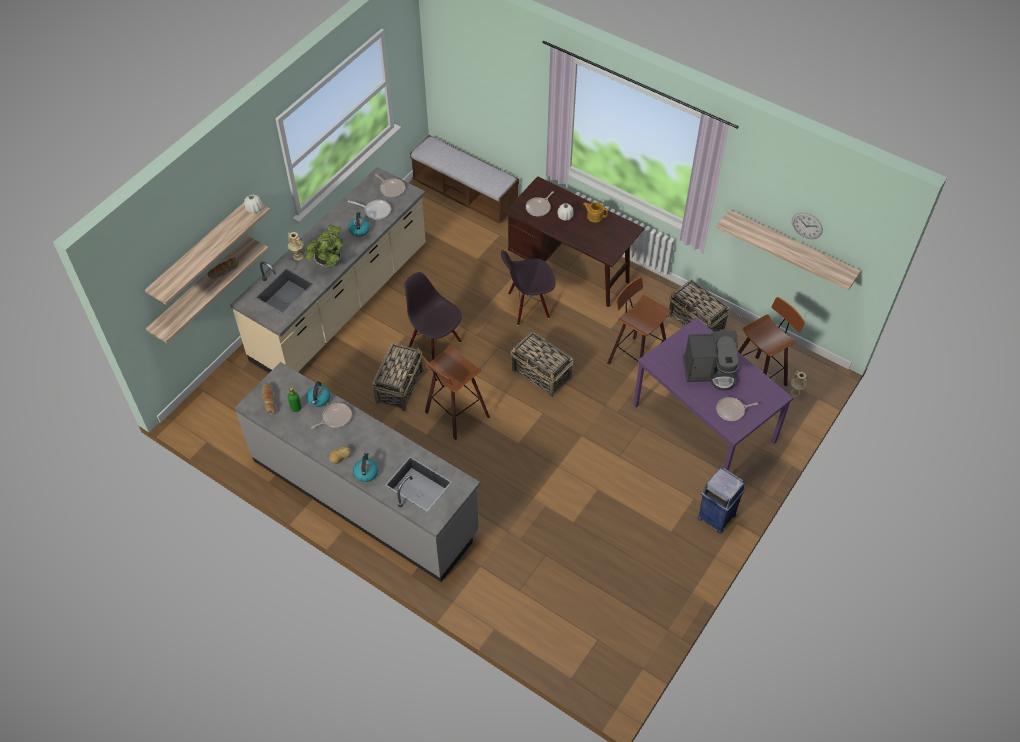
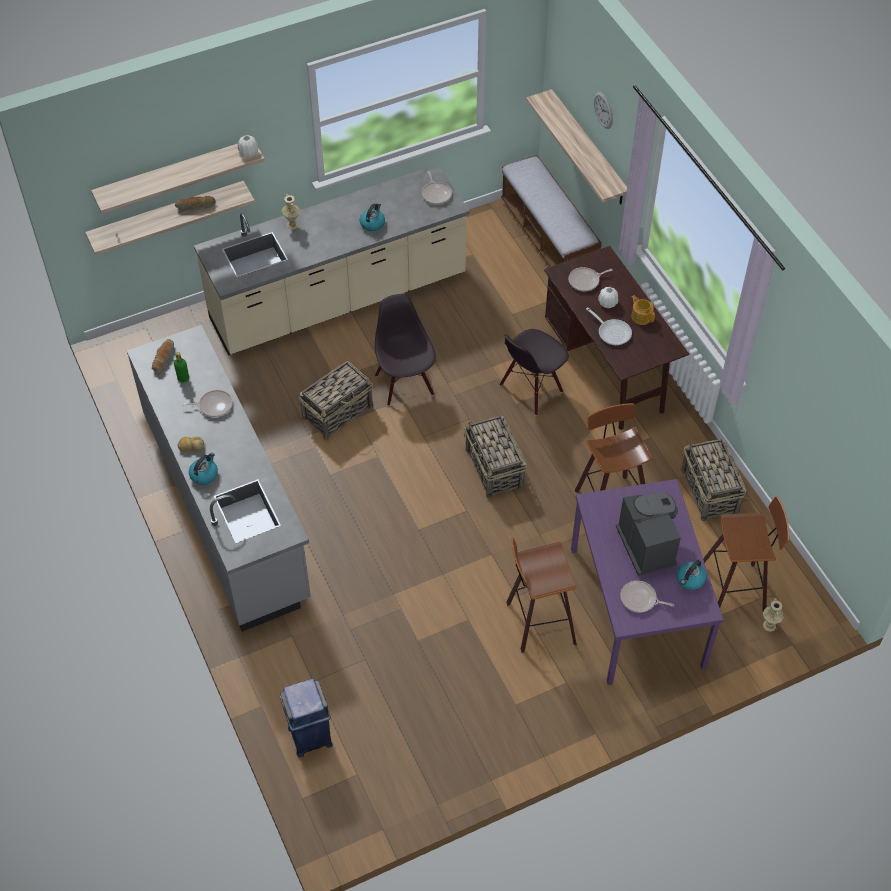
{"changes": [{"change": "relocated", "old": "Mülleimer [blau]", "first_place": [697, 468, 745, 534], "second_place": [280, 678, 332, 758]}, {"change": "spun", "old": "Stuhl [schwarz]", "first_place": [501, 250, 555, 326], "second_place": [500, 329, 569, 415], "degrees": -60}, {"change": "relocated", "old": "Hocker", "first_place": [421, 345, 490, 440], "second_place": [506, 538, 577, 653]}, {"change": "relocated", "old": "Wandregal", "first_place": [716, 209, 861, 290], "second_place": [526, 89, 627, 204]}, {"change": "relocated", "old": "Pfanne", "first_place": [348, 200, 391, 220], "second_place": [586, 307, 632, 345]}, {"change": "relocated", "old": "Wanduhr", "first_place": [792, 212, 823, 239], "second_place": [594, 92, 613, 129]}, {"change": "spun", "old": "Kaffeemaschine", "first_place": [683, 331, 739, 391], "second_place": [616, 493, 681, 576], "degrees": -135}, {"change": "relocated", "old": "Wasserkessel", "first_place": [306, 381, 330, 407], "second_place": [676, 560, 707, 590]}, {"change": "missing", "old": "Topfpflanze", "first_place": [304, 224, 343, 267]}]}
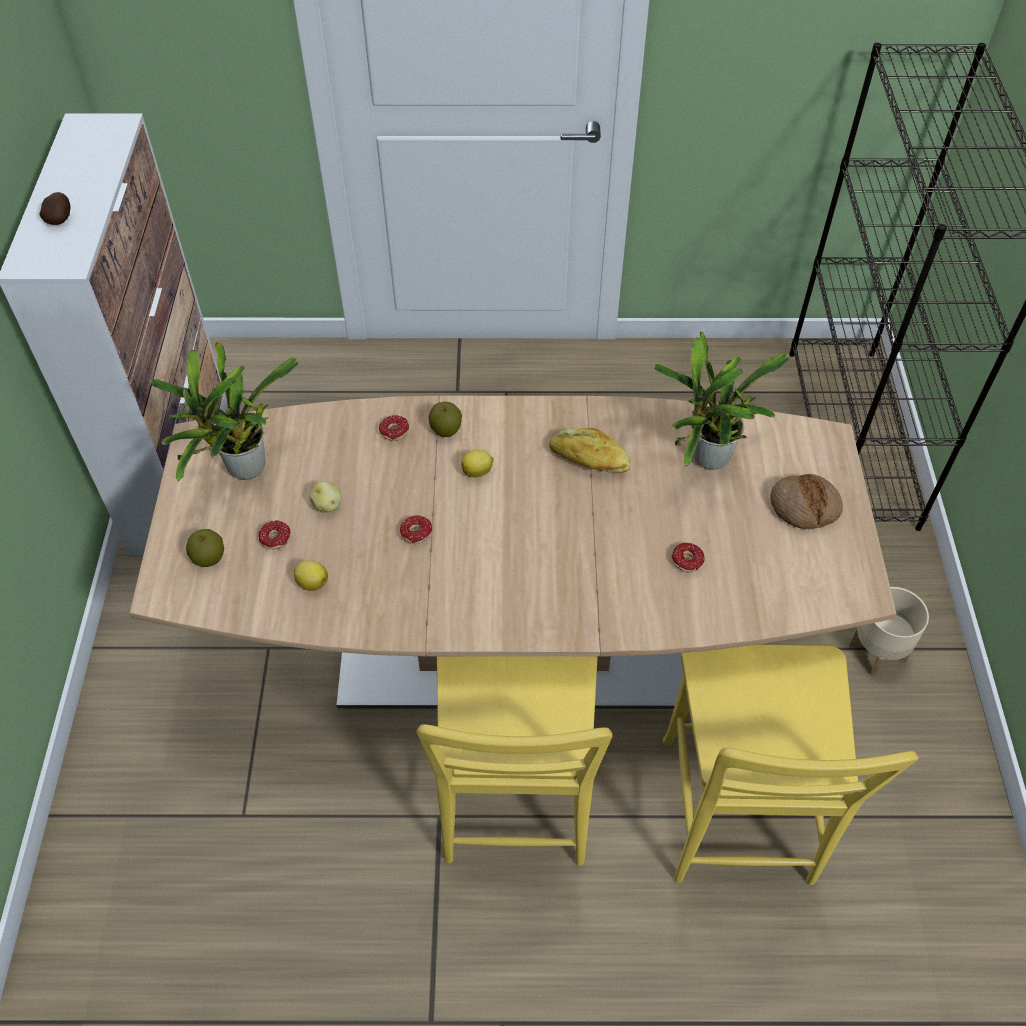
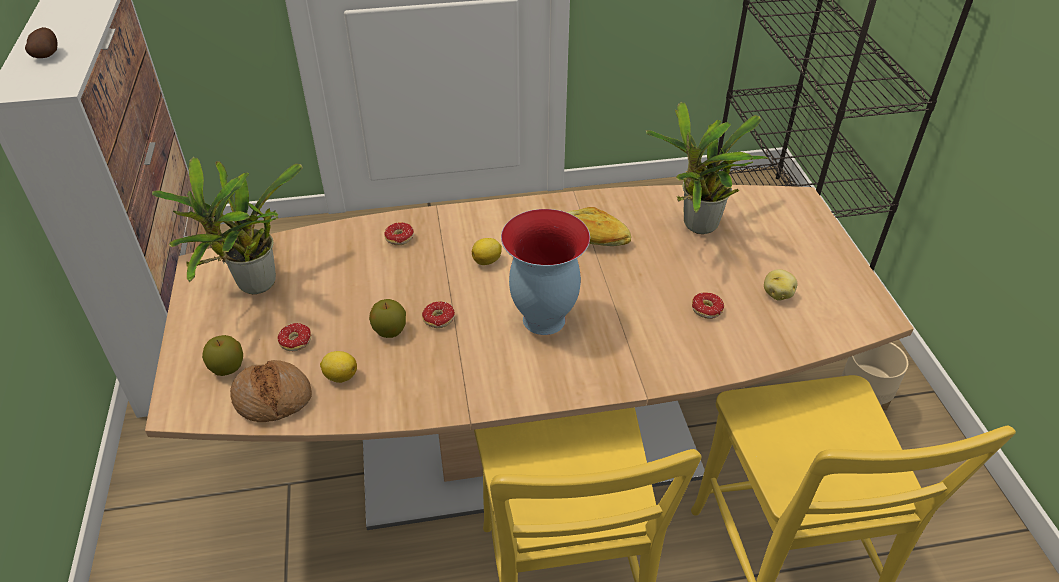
{"changes": [{"change": "relocated", "old": "Brot", "first_place": [770, 474, 843, 529], "second_place": [230, 360, 312, 422]}, {"change": "relocated", "old": "Apfel", "first_place": [428, 402, 462, 437], "second_place": [369, 299, 406, 338]}, {"change": "appeared", "new": "Vase", "second_place": [501, 209, 590, 335]}, {"change": "relocated", "old": "Kartoffel", "first_place": [309, 481, 342, 513], "second_place": [764, 269, 797, 301]}]}
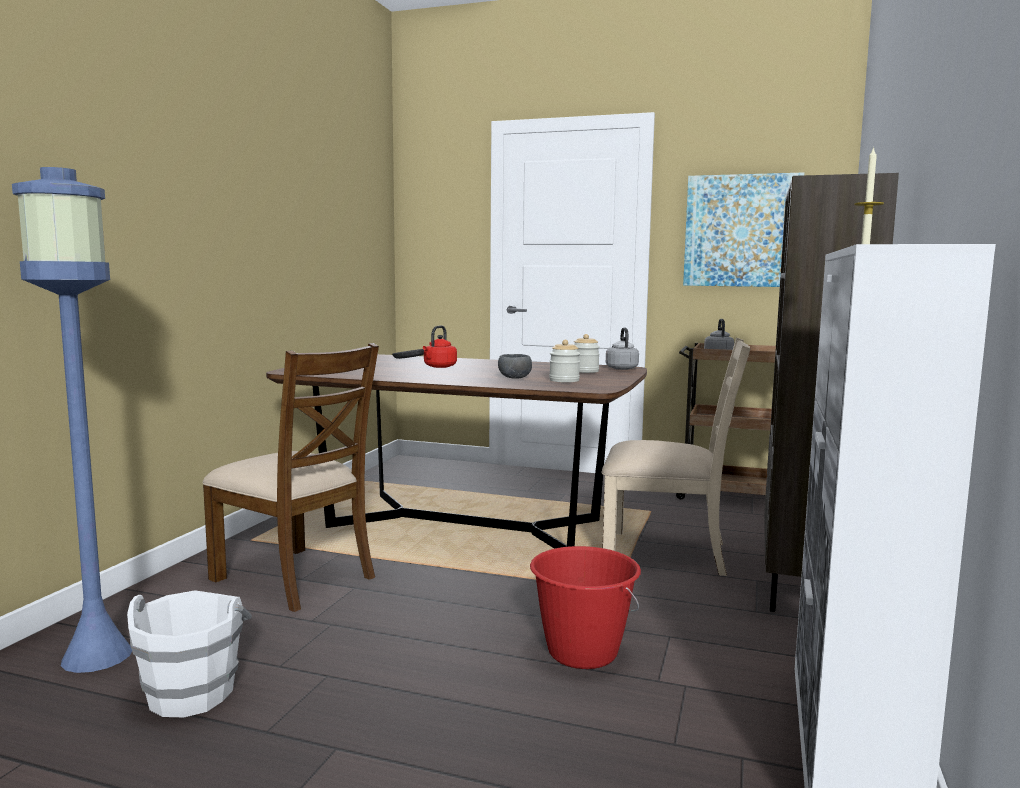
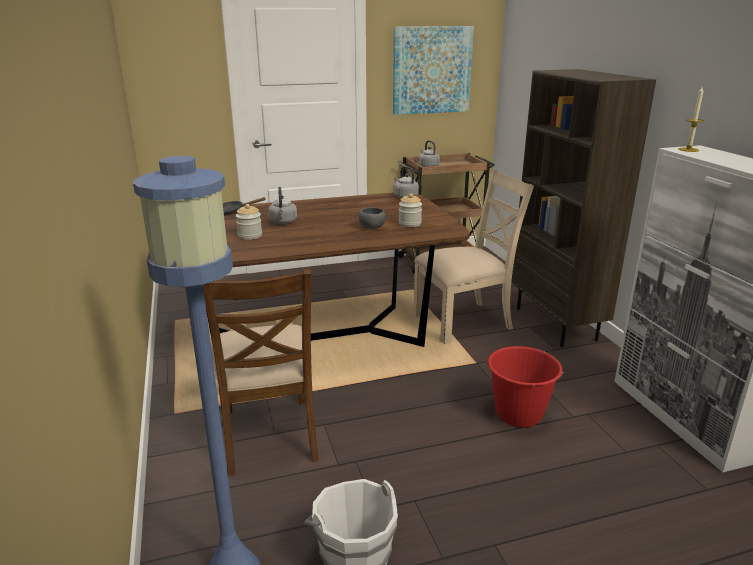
{"changes": [{"change": "spun", "old": "Stuhl [braun]", "first_place": [203, 343, 379, 612], "second_place": [203, 268, 319, 476], "degrees": 75}, {"change": "relocated", "old": "Vorratsglas", "first_place": [574, 334, 600, 373], "second_place": [236, 204, 262, 240]}, {"change": "colour", "old": "Wasserkessel [rot]", "new": "Wasserkessel [grau]", "first_place": [423, 325, 457, 368], "second_place": [268, 187, 297, 224]}]}
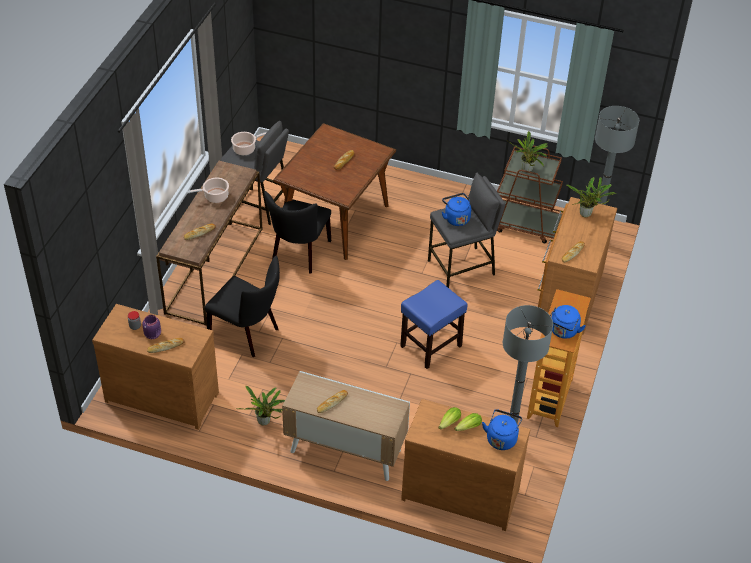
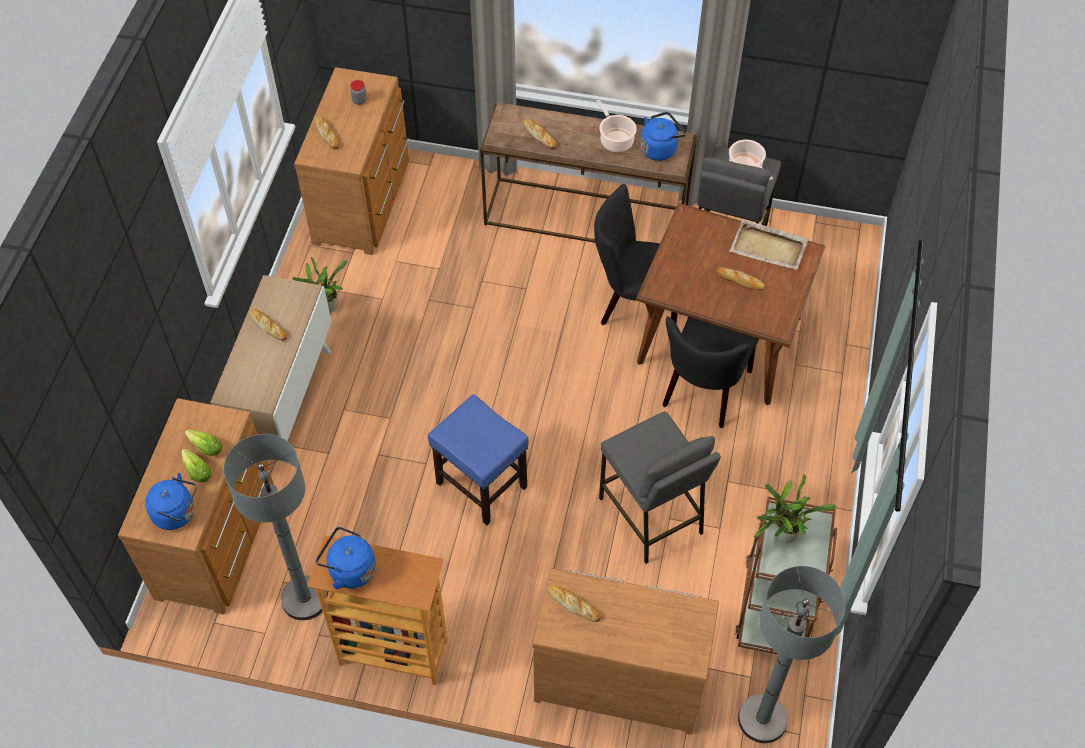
{"changes": [{"change": "relocated", "old": "Wasserkessel [blau]", "first_place": [442, 193, 471, 226], "second_place": [640, 112, 686, 161]}, {"change": "relocated", "old": "Stuhl [schwarz]", "first_place": [204, 256, 280, 357], "second_place": [662, 316, 759, 428]}, {"change": "appeared", "new": "Tablett [beige]", "second_place": [729, 220, 809, 270]}, {"change": "missing", "old": "Vorratsglas [lila]", "first_place": [142, 315, 161, 339]}, {"change": "missing", "old": "Topfpflanze", "first_place": [567, 177, 617, 217]}]}
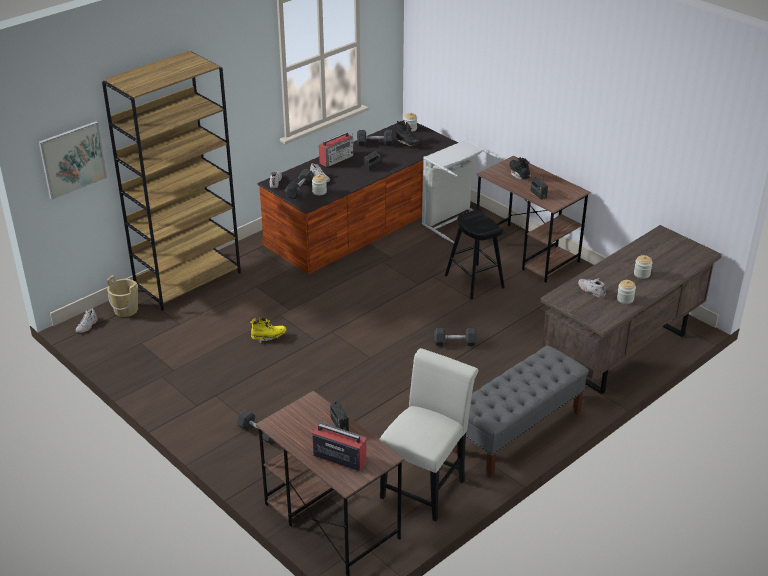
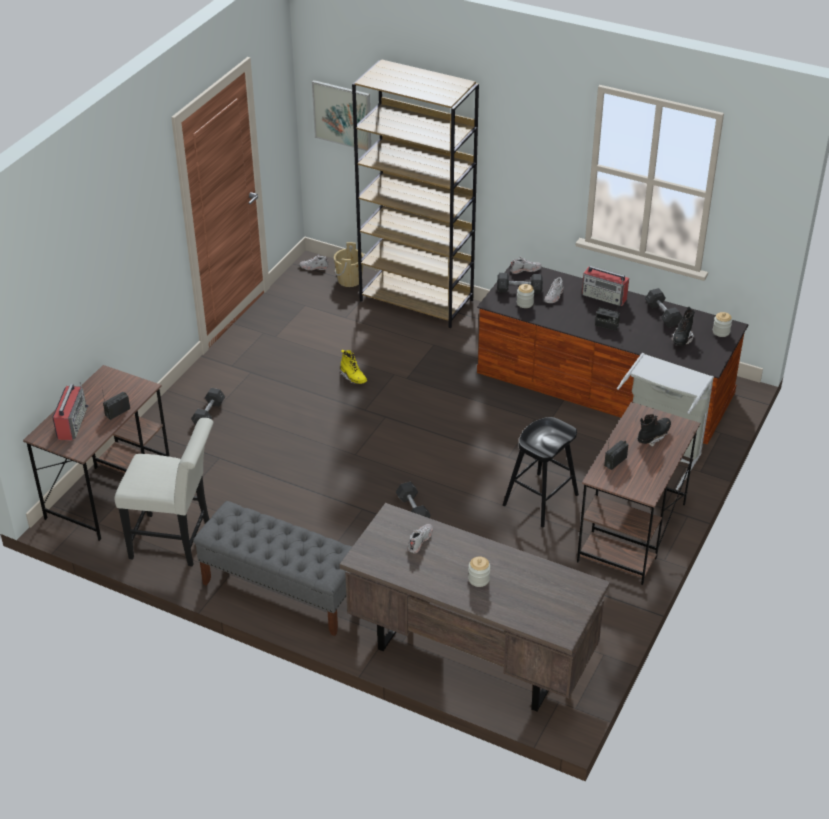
{"changes": [{"change": "missing", "old": "Vorratsglas", "first_place": [617, 280, 636, 304]}]}
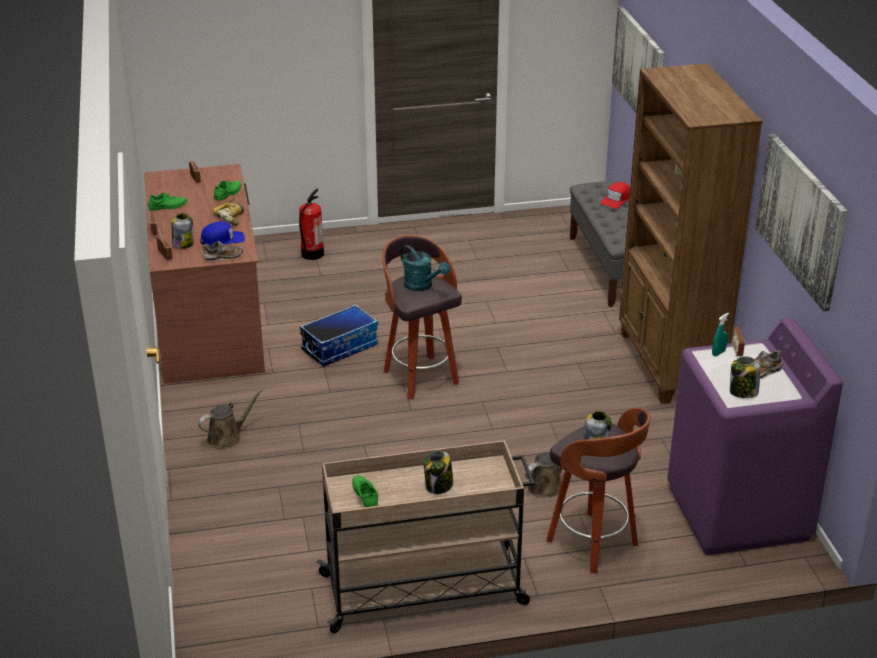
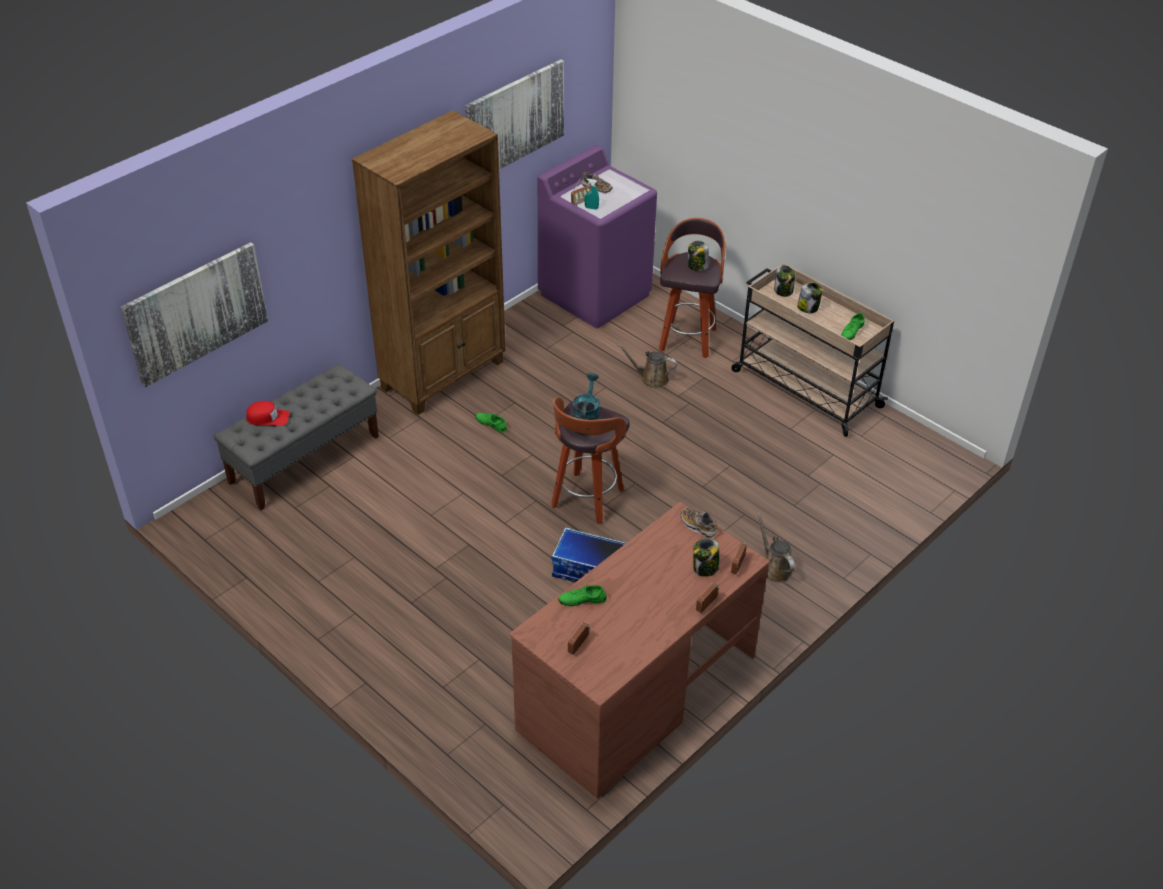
{"changes": [{"change": "relocated", "old": "Schuh [grün]", "first_place": [148, 192, 187, 210], "second_place": [476, 413, 507, 433]}, {"change": "spun", "old": "Gießkanne [braun]", "first_place": [198, 388, 264, 448], "second_place": [757, 512, 795, 583], "degrees": 45}, {"change": "relocated", "old": "Vorratsglas", "first_place": [730, 356, 760, 398], "second_place": [774, 265, 795, 297]}, {"change": "missing", "old": "Kappe [blau]", "first_place": [201, 221, 245, 245]}, {"change": "missing", "old": "Bohrmaschine", "first_place": [213, 198, 250, 226]}, {"change": "missing", "old": "Feuerlöscher", "first_place": [299, 189, 324, 260]}]}
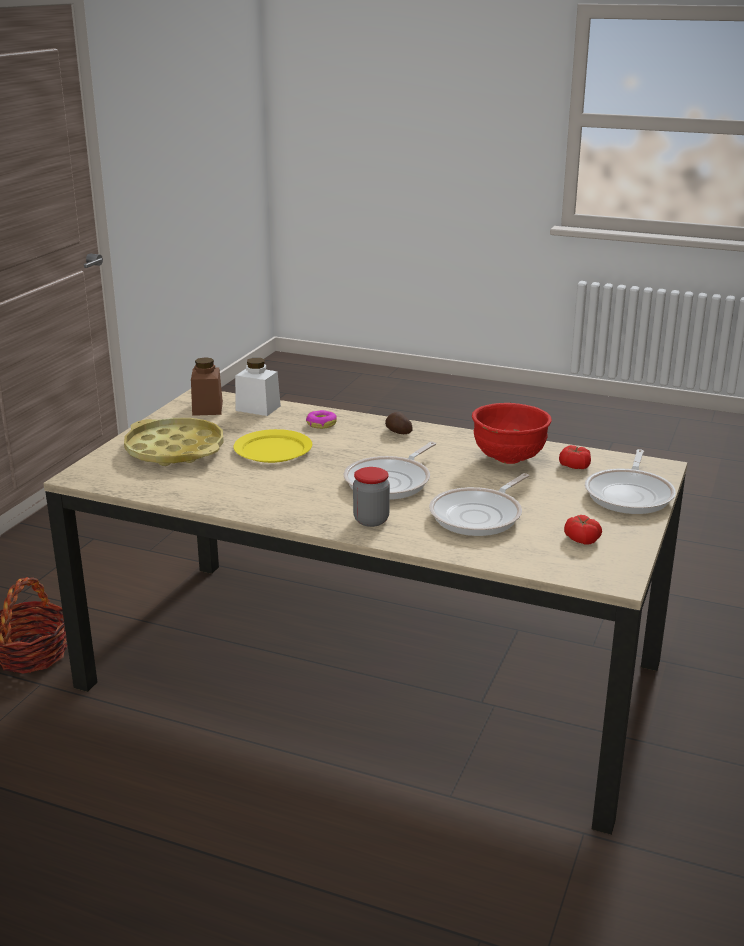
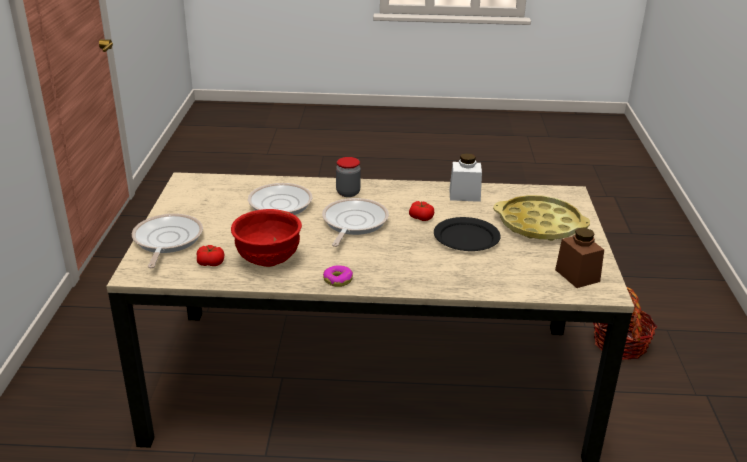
{"changes": [{"change": "relocated", "old": "Donut", "first_place": [306, 410, 337, 429], "second_place": [323, 265, 353, 287]}, {"change": "relocated", "old": "Tomate", "first_place": [564, 515, 602, 545], "second_place": [409, 201, 434, 221]}, {"change": "colour", "old": "Teller [gelb]", "new": "Teller [schwarz]", "first_place": [233, 429, 312, 463], "second_place": [434, 217, 501, 251]}, {"change": "relocated", "old": "Vorratsglas [weiß]", "first_place": [235, 358, 281, 416], "second_place": [449, 153, 482, 202]}, {"change": "missing", "old": "Kartoffel", "first_place": [385, 412, 413, 434]}]}
